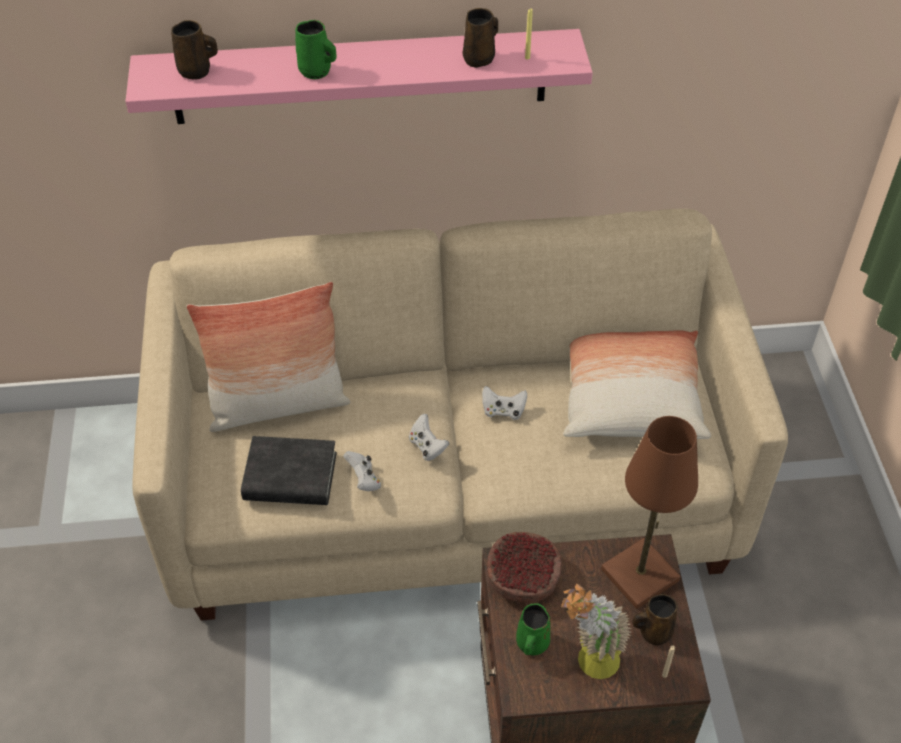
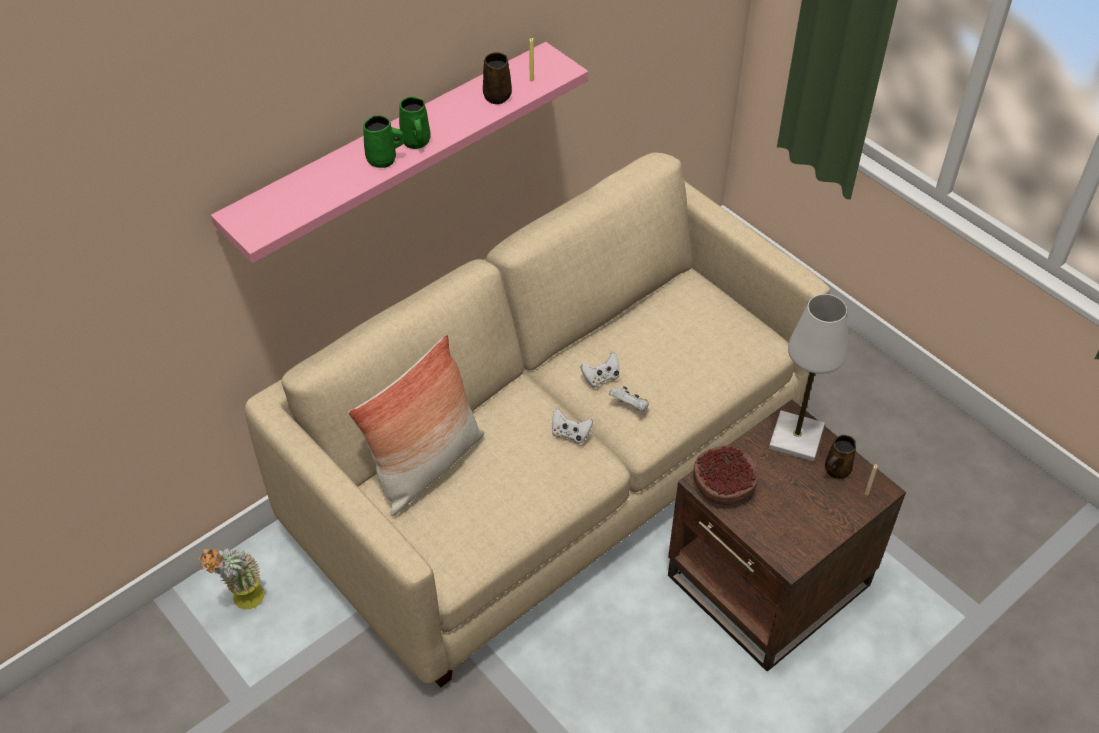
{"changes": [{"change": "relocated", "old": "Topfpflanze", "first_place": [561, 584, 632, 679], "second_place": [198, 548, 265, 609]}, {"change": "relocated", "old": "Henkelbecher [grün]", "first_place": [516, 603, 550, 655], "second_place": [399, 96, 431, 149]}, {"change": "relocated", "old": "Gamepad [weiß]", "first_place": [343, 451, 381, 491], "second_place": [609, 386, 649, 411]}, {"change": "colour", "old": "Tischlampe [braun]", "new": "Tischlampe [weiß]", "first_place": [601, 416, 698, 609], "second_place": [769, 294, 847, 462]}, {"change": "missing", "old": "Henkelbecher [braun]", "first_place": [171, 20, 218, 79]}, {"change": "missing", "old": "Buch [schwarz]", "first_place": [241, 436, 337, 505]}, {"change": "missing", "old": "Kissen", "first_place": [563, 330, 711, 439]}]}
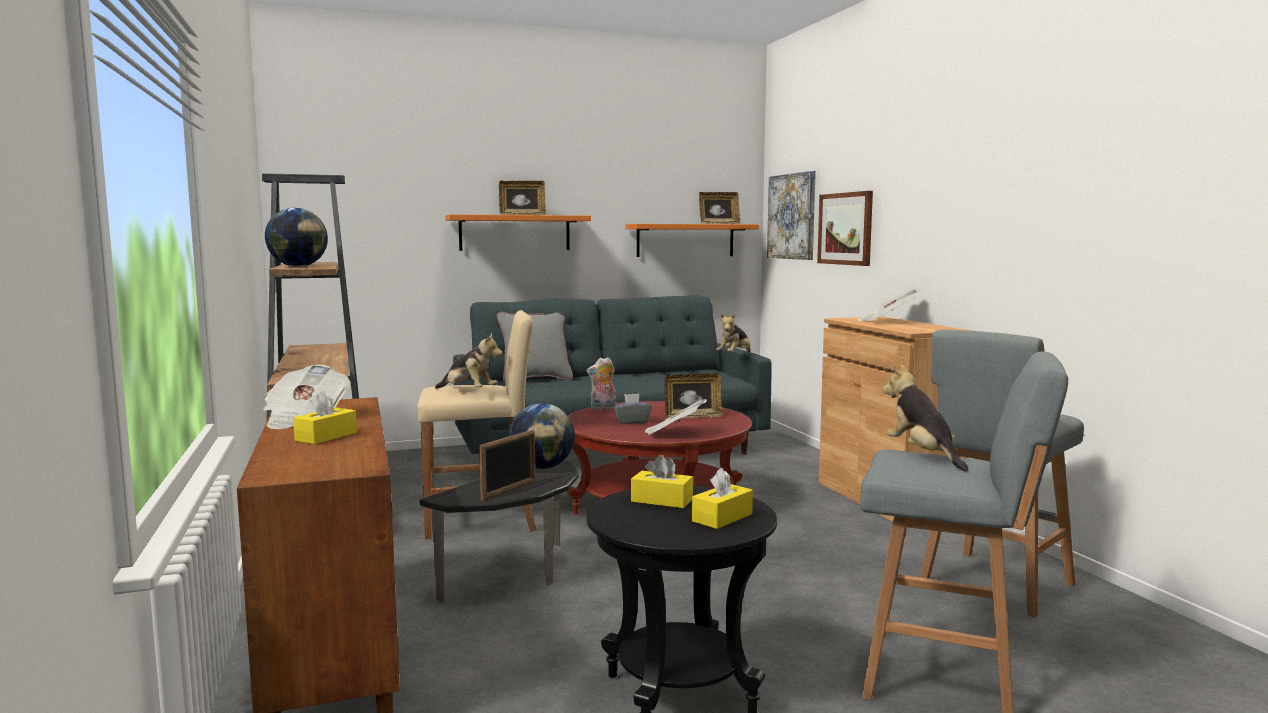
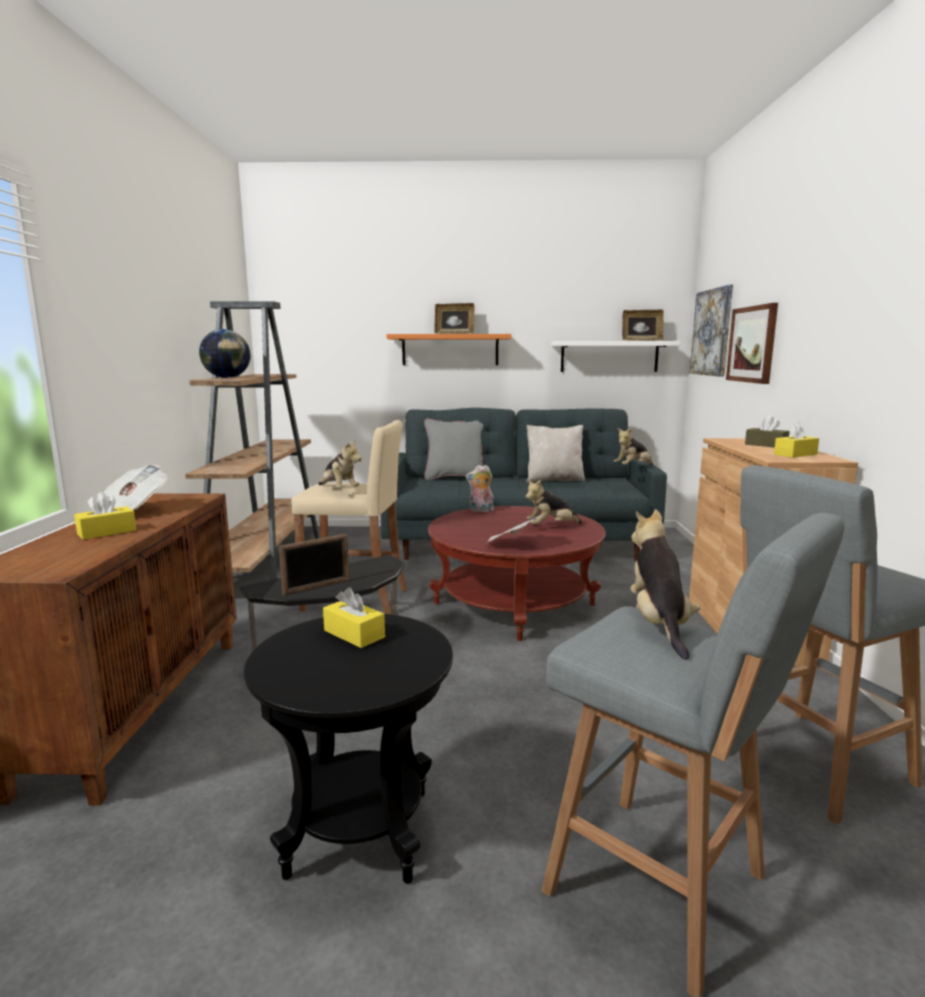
{"changes": [{"change": "appeared", "new": "Kissen [beige]", "second_place": [526, 425, 586, 482]}, {"change": "exchanged", "old": "Bilderrahmen", "new": "Plüschtier", "first_place": [664, 373, 722, 418], "second_place": [526, 480, 582, 524]}, {"change": "colour", "old": "Wandregal [orange]", "new": "Wandregal [weiß]", "first_place": [625, 224, 759, 257], "second_place": [551, 341, 681, 372]}, {"change": "exchanged", "old": "Zeitung", "new": "Taschentuchbox [braun]", "first_place": [857, 289, 920, 321], "second_place": [745, 415, 790, 448]}, {"change": "relocated", "old": "Taschentuchbox [gelb]", "first_place": [692, 468, 753, 529], "second_place": [774, 422, 819, 458]}, {"change": "missing", "old": "Globus", "first_place": [509, 403, 575, 469]}, {"change": "missing", "old": "Taschentuchbox [grau]", "first_place": [614, 394, 652, 424]}]}
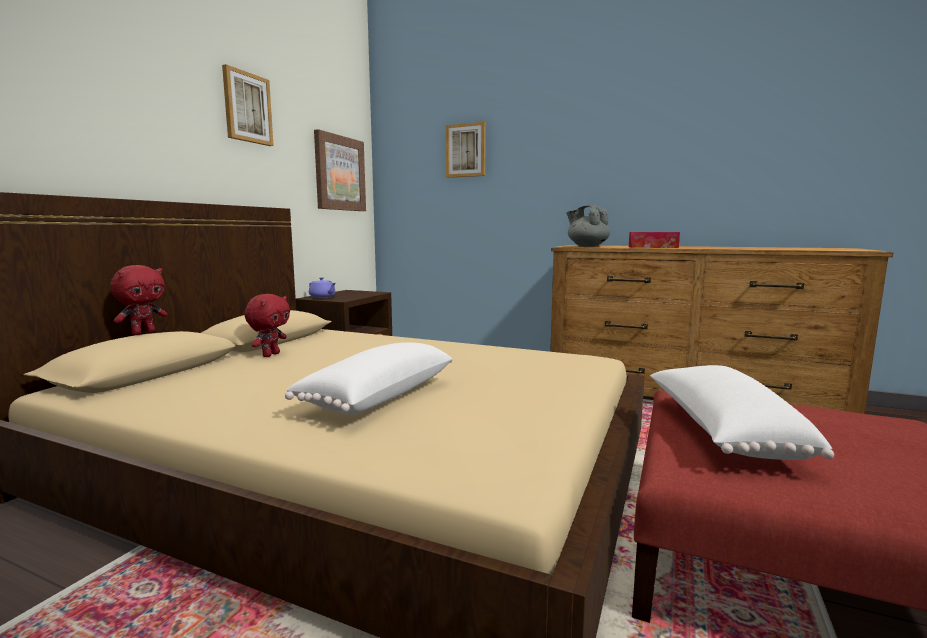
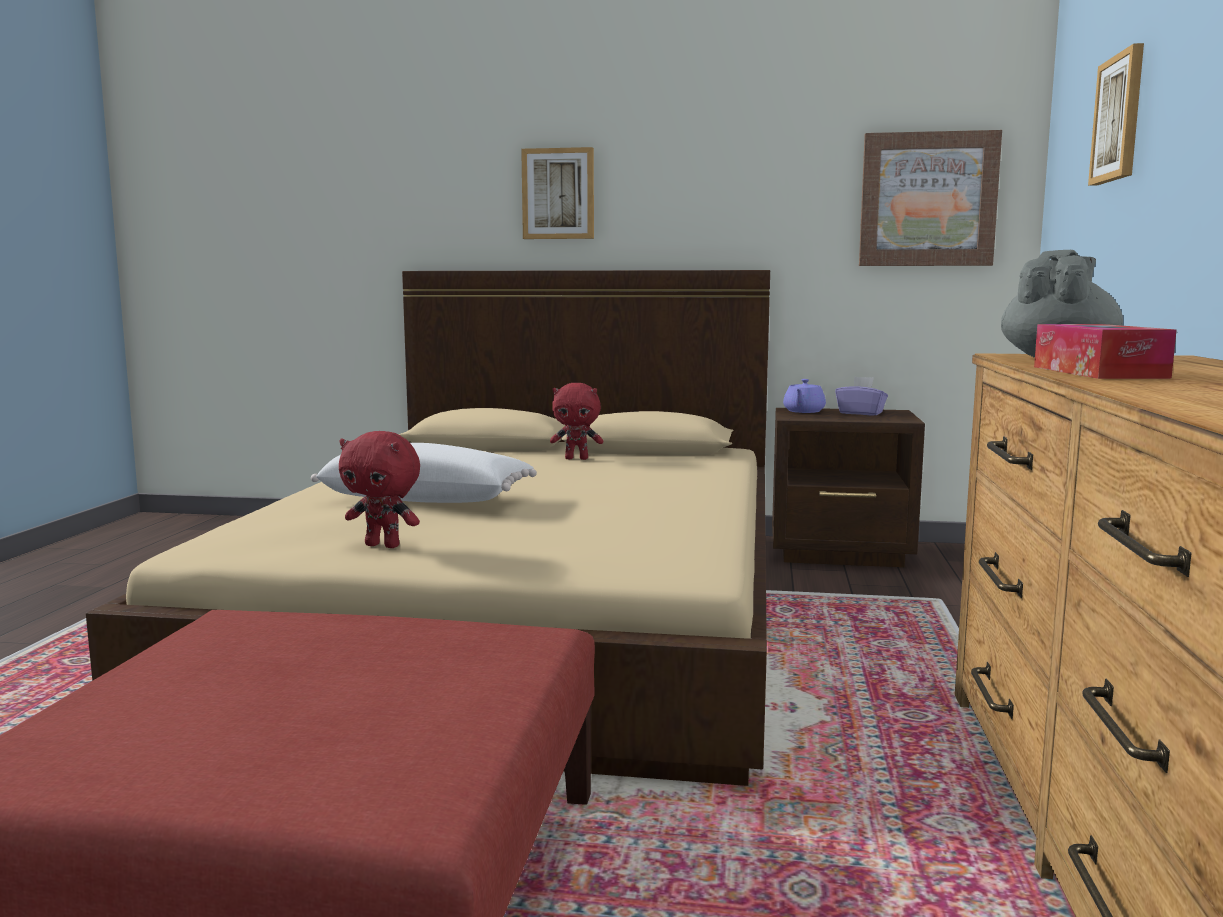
{"changes": [{"change": "relocated", "old": "Plüschtier [rot]", "first_place": [110, 265, 168, 335], "second_place": [339, 431, 420, 548]}, {"change": "relocated", "old": "Bild", "first_place": [222, 64, 274, 146], "second_place": [521, 147, 594, 239]}, {"change": "appeared", "new": "Taschentuchbox [lila]", "second_place": [835, 376, 888, 415]}, {"change": "missing", "old": "Kissen [weiß]", "first_place": [650, 365, 834, 460]}]}
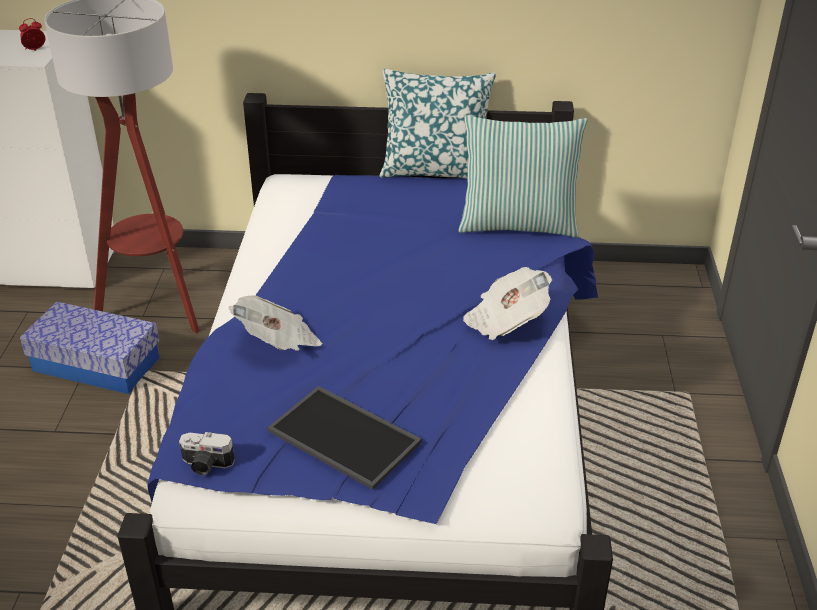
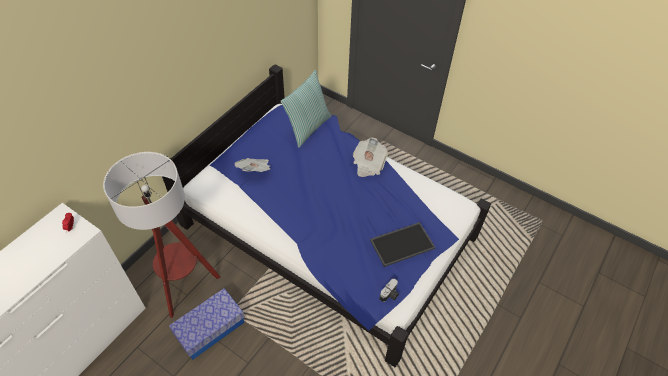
{"changes": [{"change": "relocated", "old": "Zeitung", "first_place": [229, 295, 322, 351], "second_place": [235, 158, 271, 172]}, {"change": "missing", "old": "Kissen", "first_place": [380, 69, 496, 179]}]}
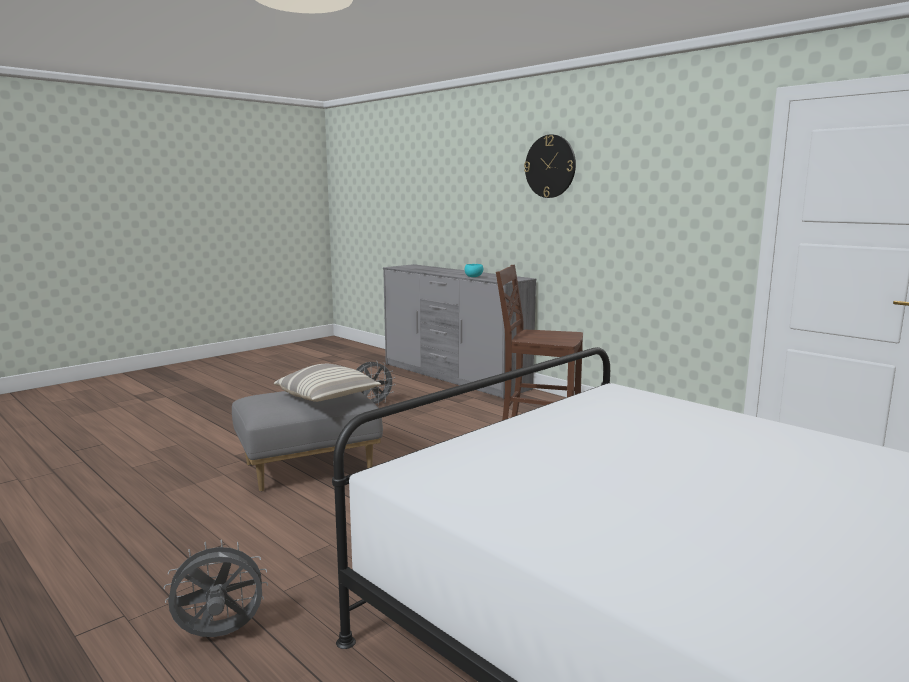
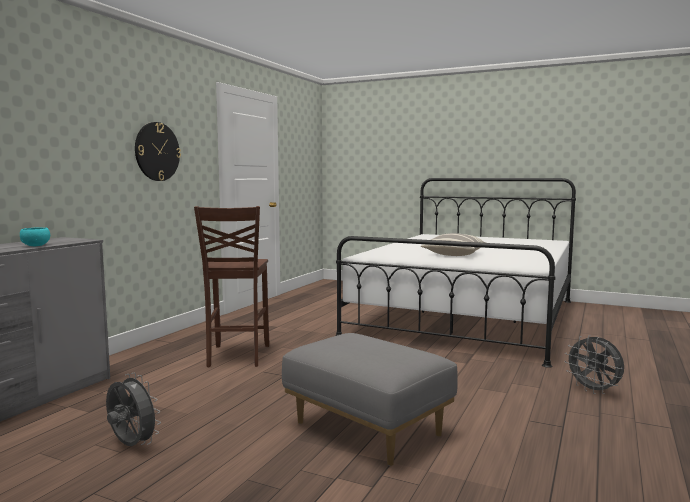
{"changes": [{"change": "relocated", "old": "Wanduhr", "first_place": [524, 134, 576, 198], "second_place": [135, 122, 181, 181]}, {"change": "relocated", "old": "Kissen", "first_place": [274, 364, 381, 402], "second_place": [421, 233, 487, 256]}]}
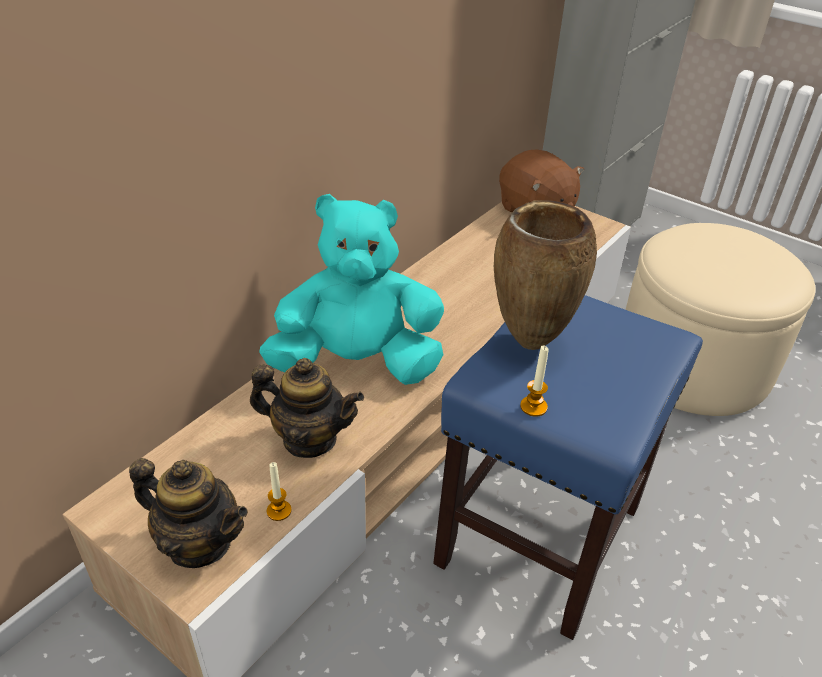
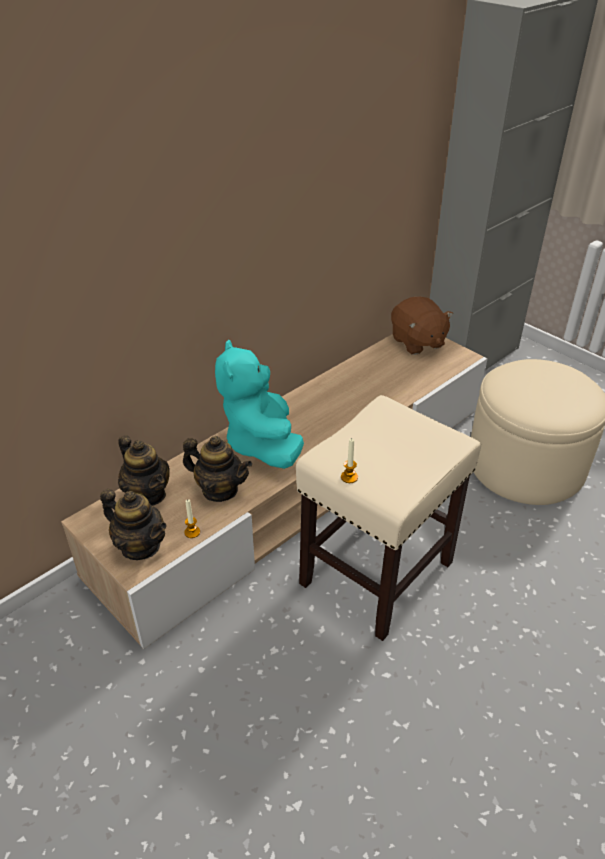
{"changes": [{"change": "appeared", "new": "Teekanne", "second_place": [118, 435, 170, 506]}, {"change": "spun", "old": "Plüschtier [türkis]", "first_place": [259, 194, 444, 385], "second_place": [215, 340, 304, 469], "degrees": -105}, {"change": "colour", "old": "Hocker [blau]", "new": "Hocker [beige]", "first_place": [433, 295, 703, 640], "second_place": [296, 395, 481, 641]}, {"change": "missing", "old": "Vase [braun]", "first_place": [494, 200, 597, 350]}]}
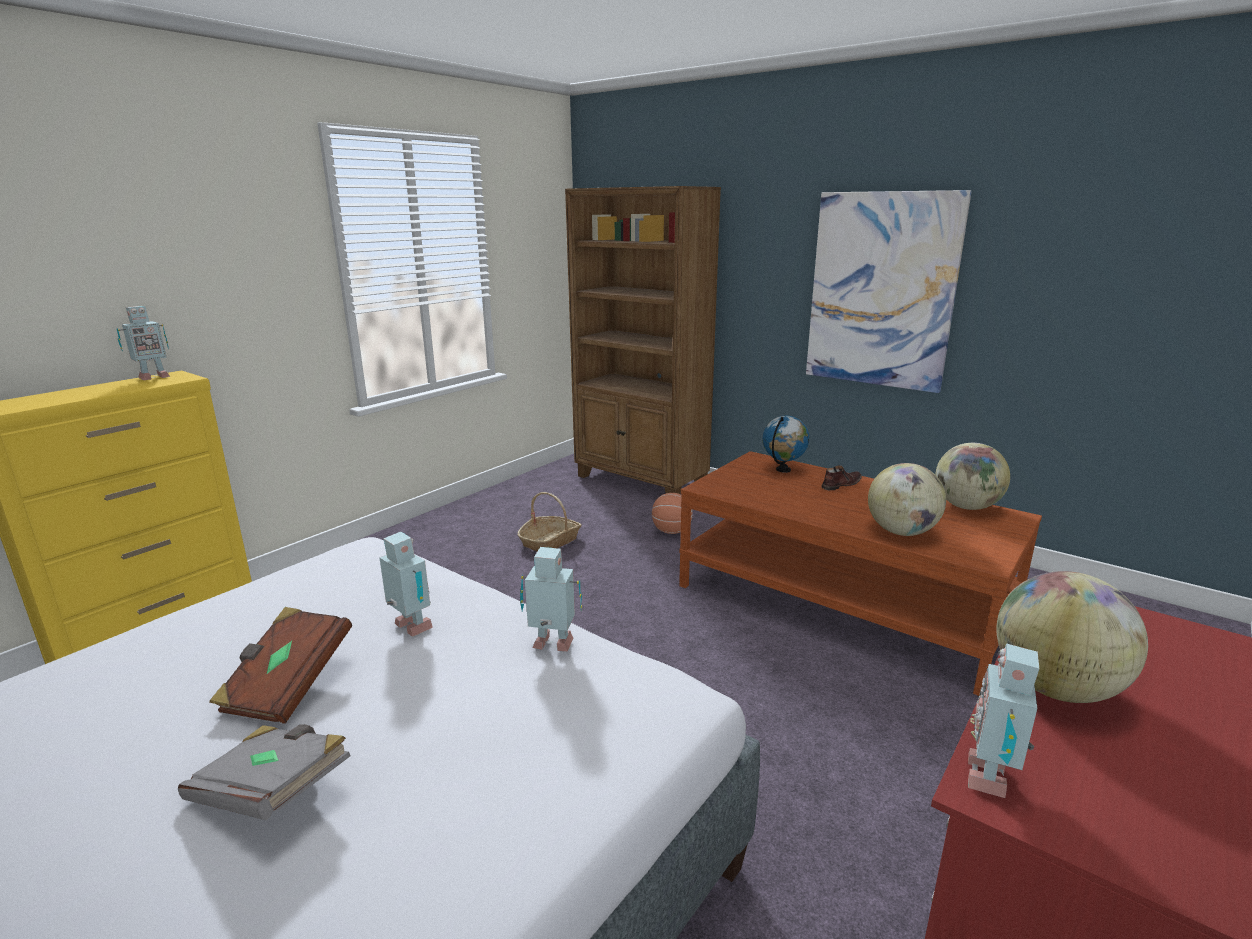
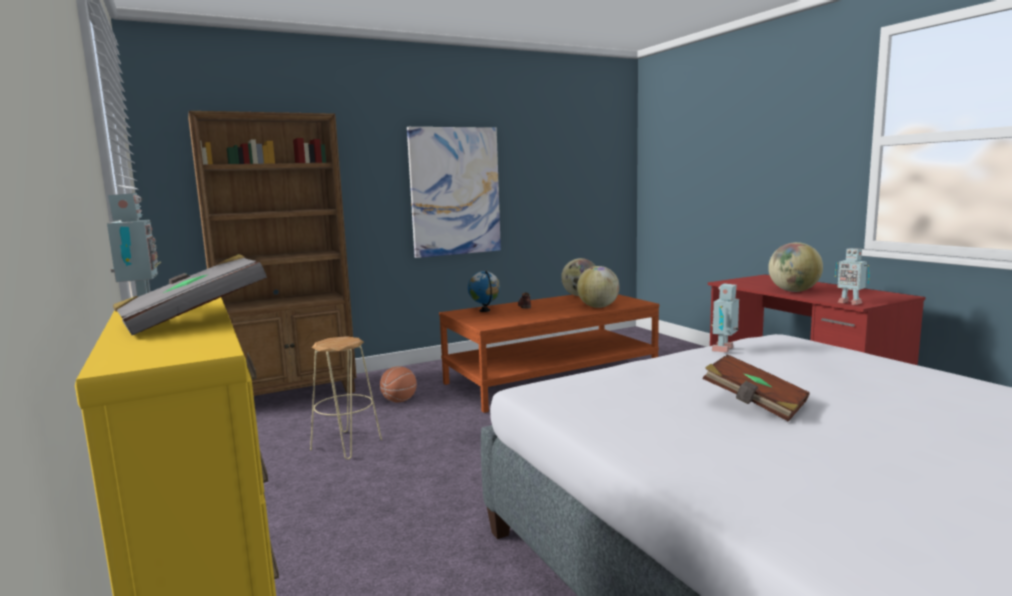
{"changes": [{"change": "relocated", "old": "Buch [grau]", "first_place": [178, 724, 350, 820], "second_place": [113, 254, 267, 335]}, {"change": "exchanged", "old": "Korb", "new": "Hocker [beige]", "first_place": [518, 492, 582, 551], "second_place": [310, 336, 382, 459]}, {"change": "missing", "old": "Spielzeugroboter", "first_place": [380, 532, 433, 637]}]}
